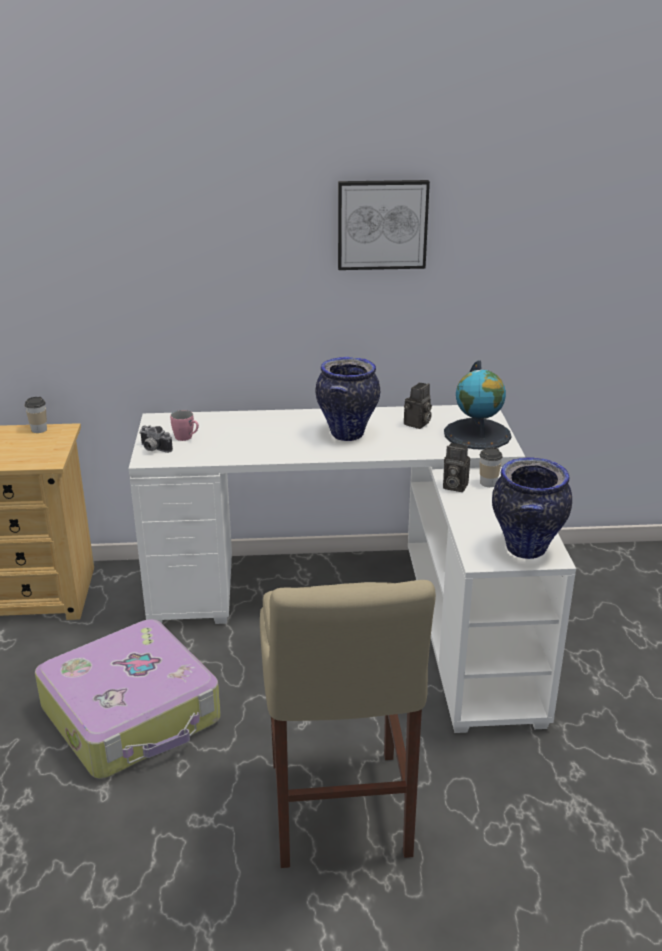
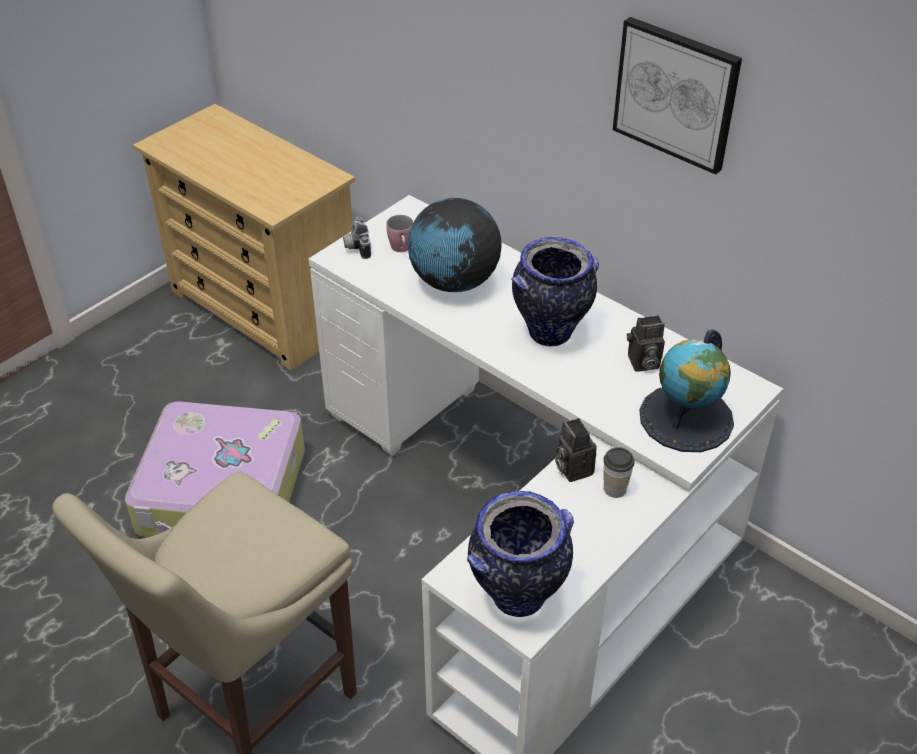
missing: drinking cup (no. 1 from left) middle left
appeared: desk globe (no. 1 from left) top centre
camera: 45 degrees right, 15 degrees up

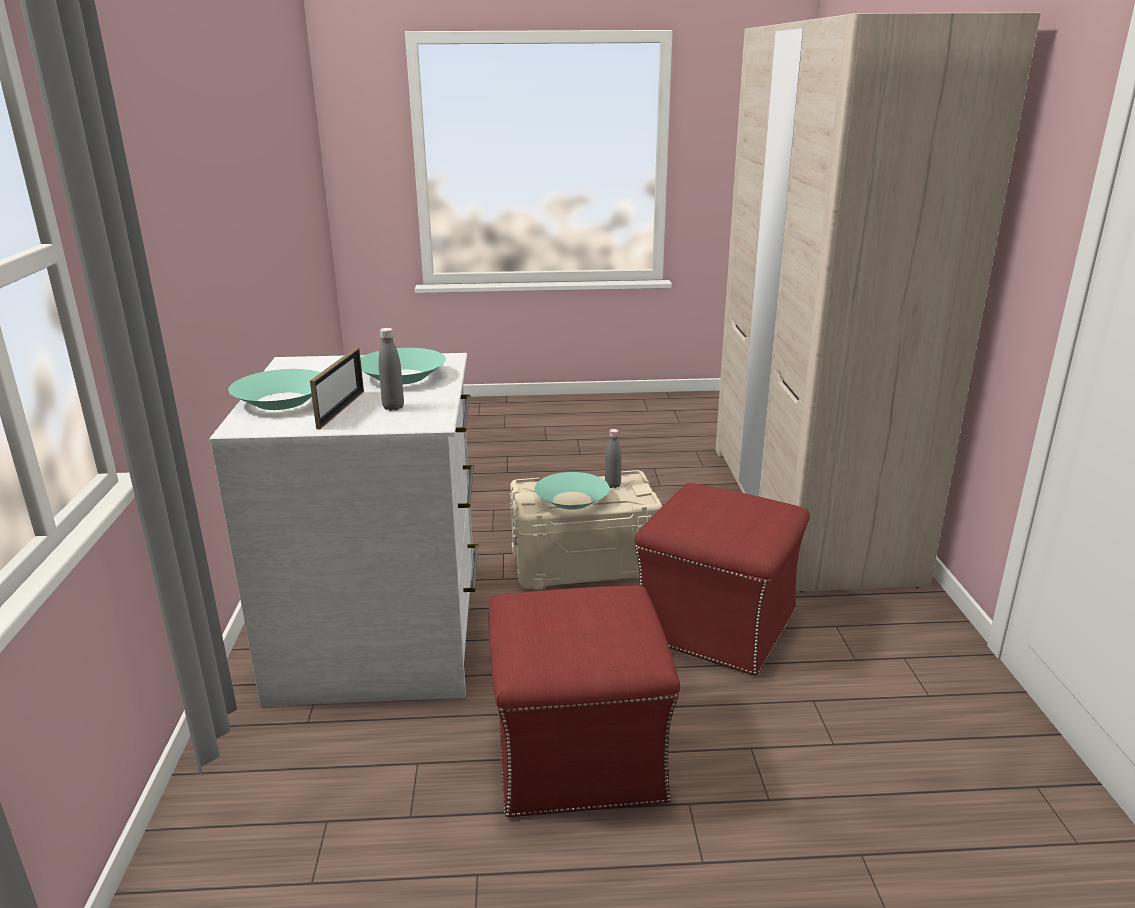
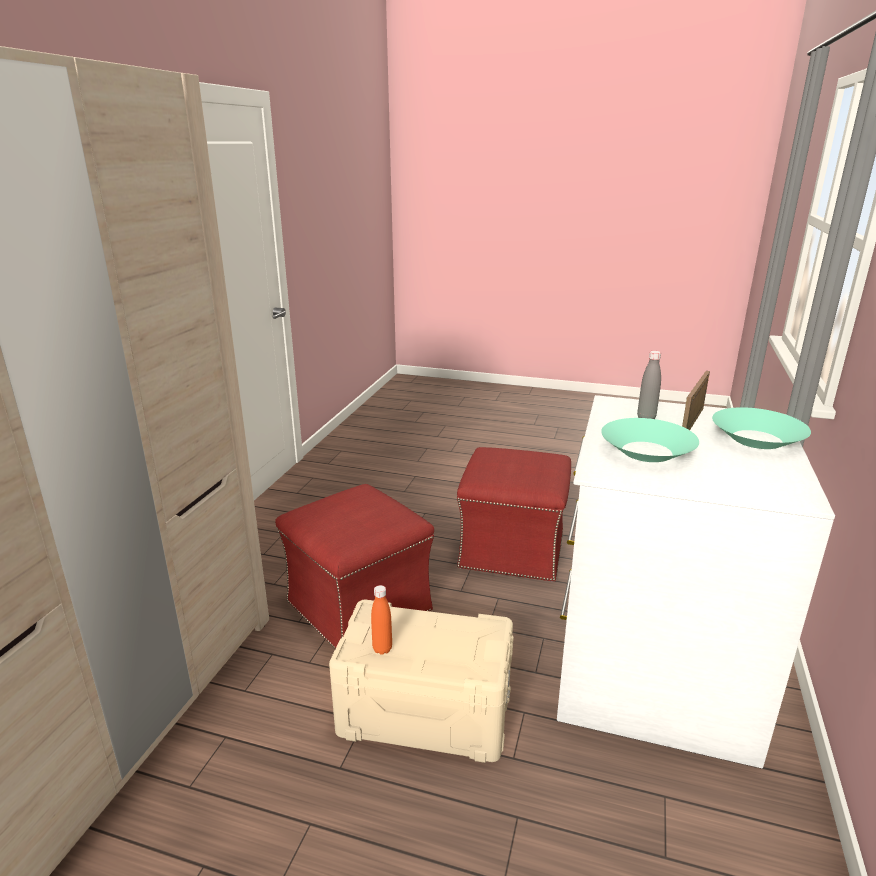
missing: turquoise-coloured deep dish (no. 3 from left) centre
colour: grey drink bottle (no. 2 from left) centre to orange-coloured drink bottle bottom centre
camera: 160 degrees left, 0 degrees up

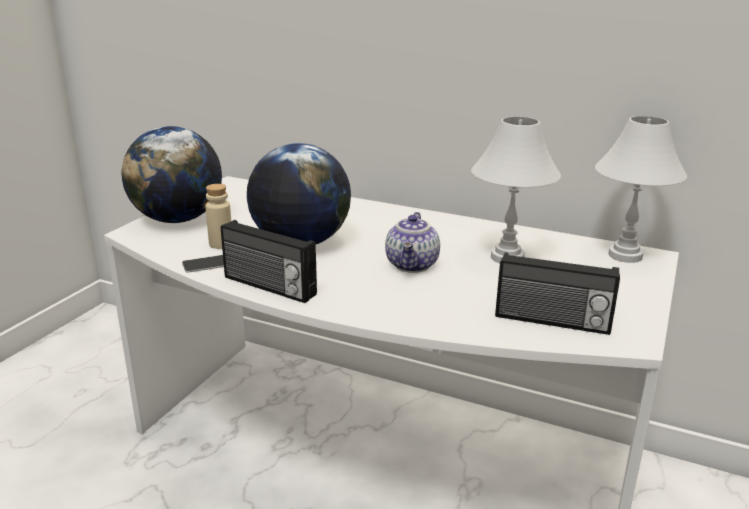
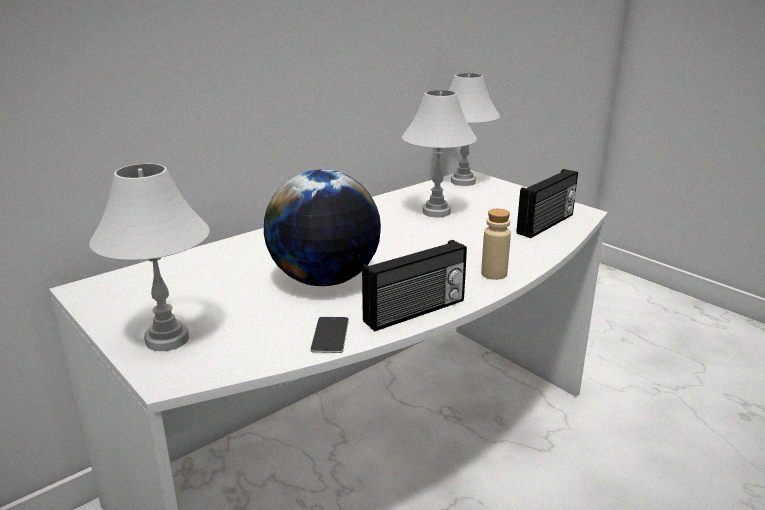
missing: pot for tea centre
relocated: beige-coloured drink bottle middle left to centre
exchanged: desk globe (no. 1 from left) middle left to whitish table lamp (no. 1 from left) middle left
camera: 65 degrees left, 0 degrees up

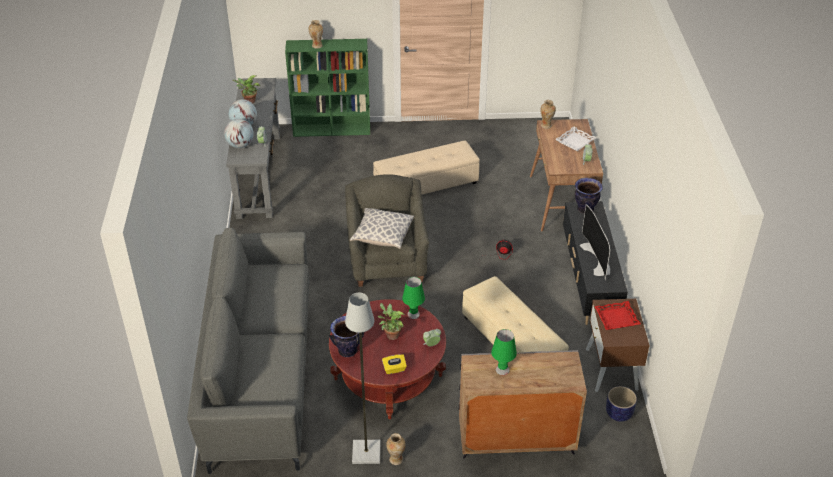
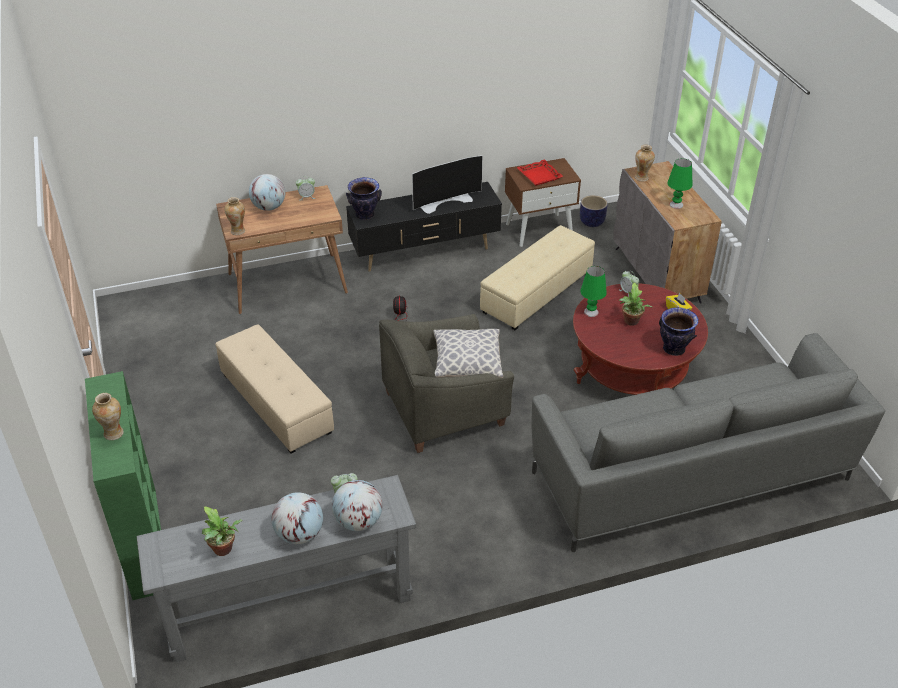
missing: grey standing lamp bottom centre
relocated: flower vase (no. 3 from left in the first image) bottom centre to flower vase (no. 4 from left) top right
exchanged: whitish carrying tray top right to desk globe (no. 1 from left) top left
camera: 105 degrees left, 0 degrees up

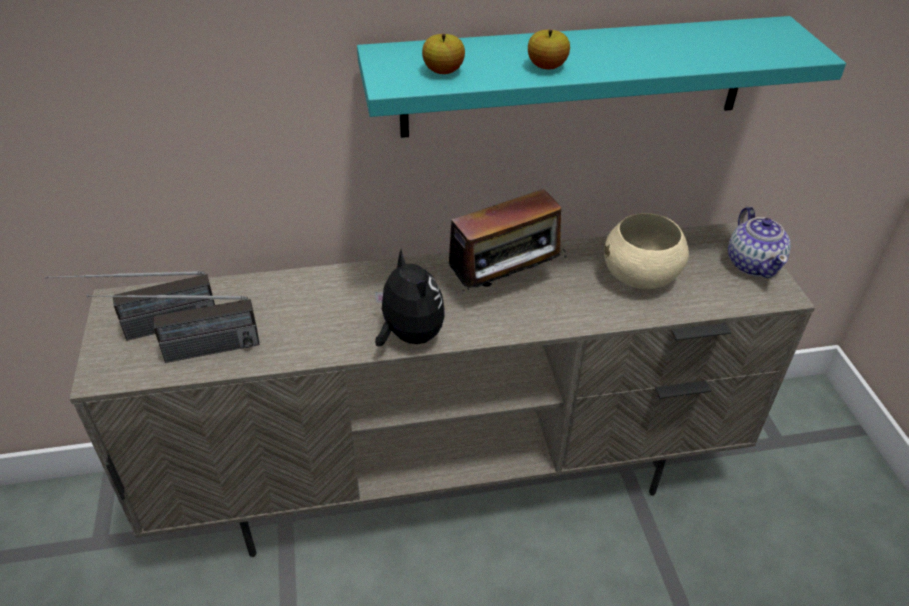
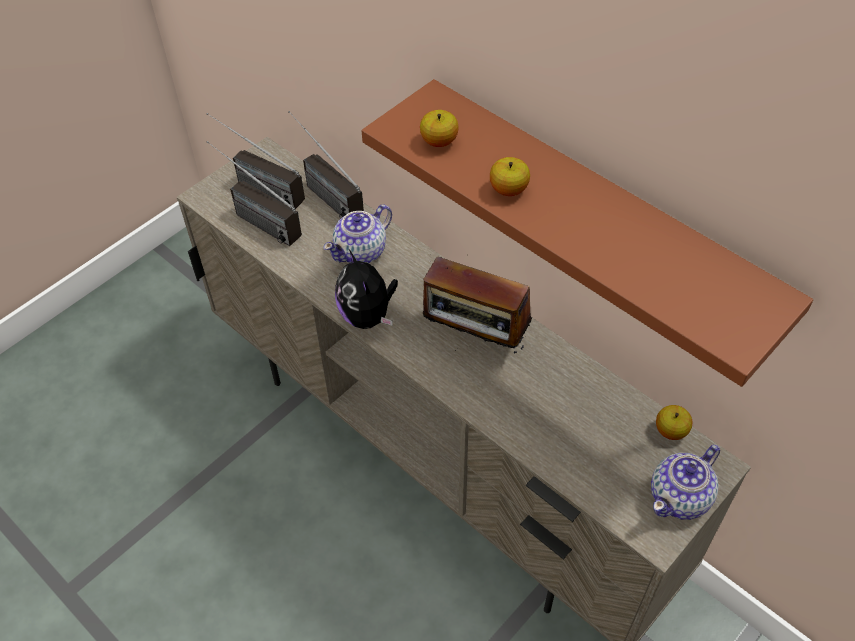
missing: beige-coloured deep dish middle right
appeared: radio receiver (no. 3 from left) top centre; pot for tea (no. 1 from left) centre; apple fruit (no. 3 from left) middle right
colour: turquoise-coloured wall shelf top centre to brownish wall shelf middle right
spun: plush toy centre = centre 135 degrees clockwise
camera: 55 degrees right, 10 degrees up

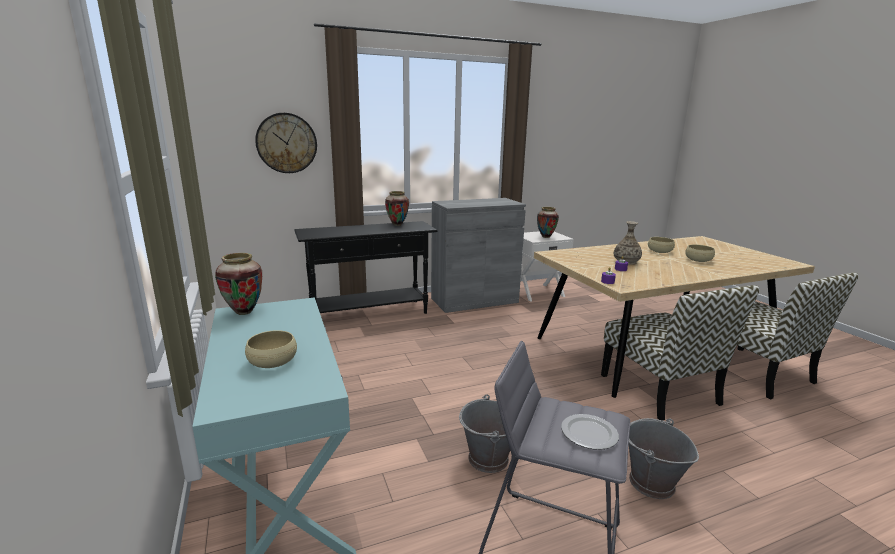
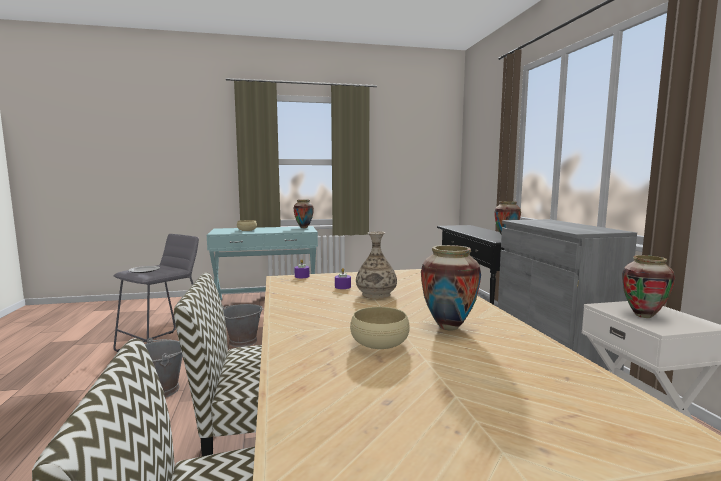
missing: hanging clock top left
exchanged: beige-coloured deep dish (no. 2 from left) middle right to flower vase (no. 3 from left) centre
camera: 100 degrees right, 10 degrees down

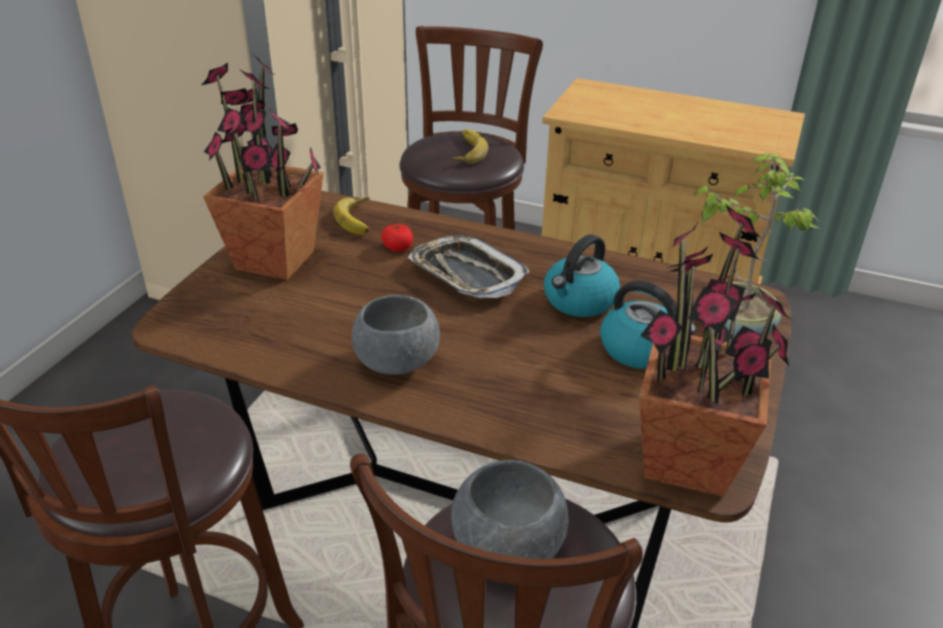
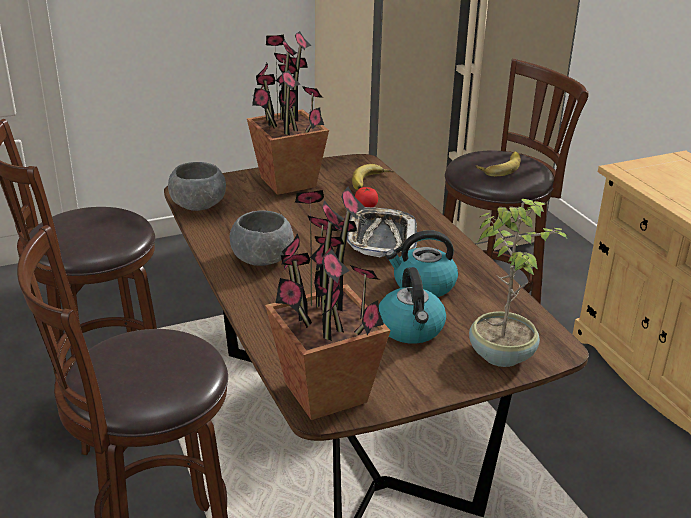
relocated: grey deep dish (no. 2 from left in the first image) bottom centre to grey deep dish (no. 1 from left) middle left
camera: 45 degrees right, 5 degrees down

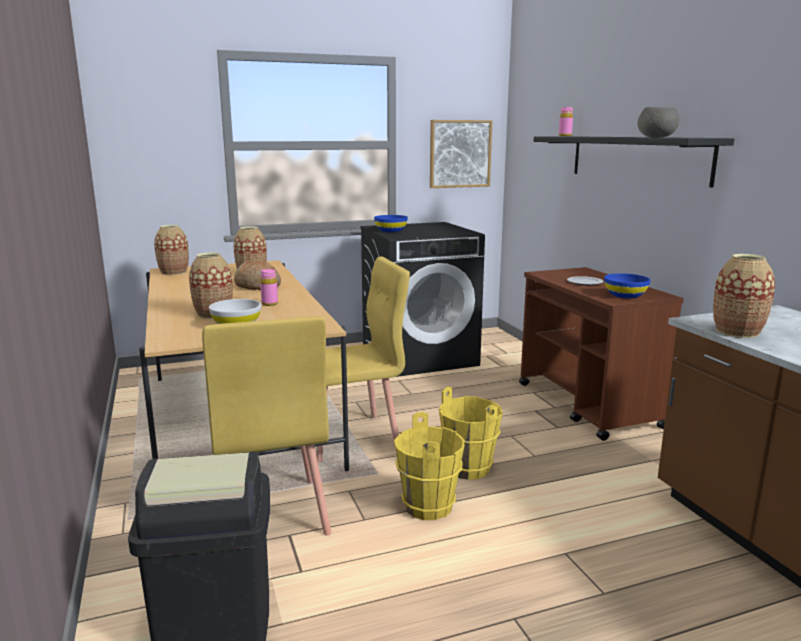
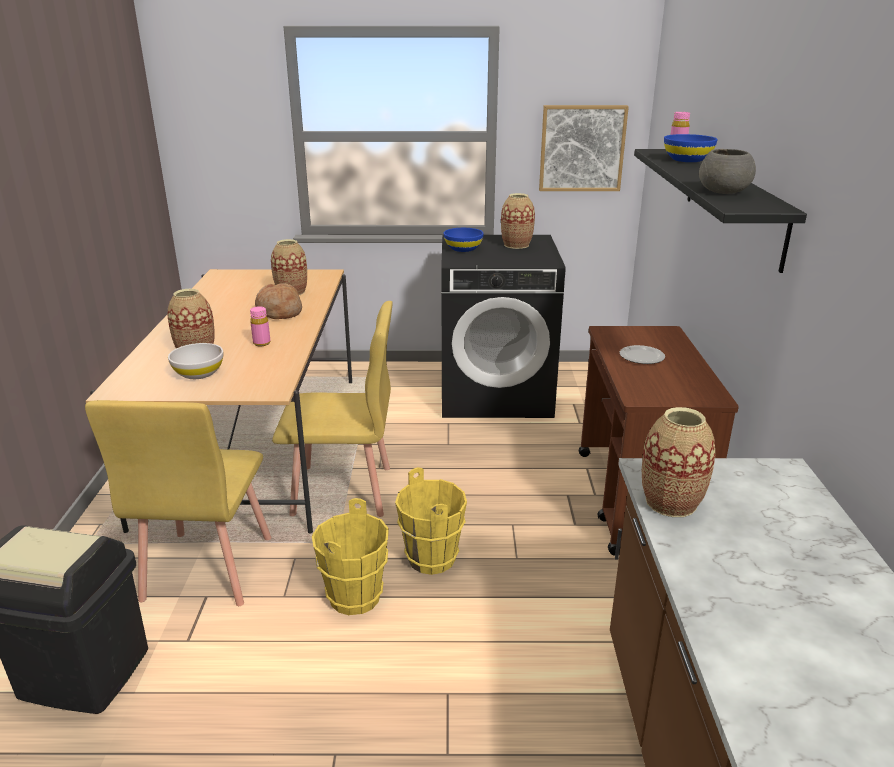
relocated: flower vase (no. 1 from left in the first image) middle left to flower vase (no. 3 from left) top centre; blue-coloured deep dish (no. 2 from left) middle right to top right
camera: 20 degrees right, 10 degrees up

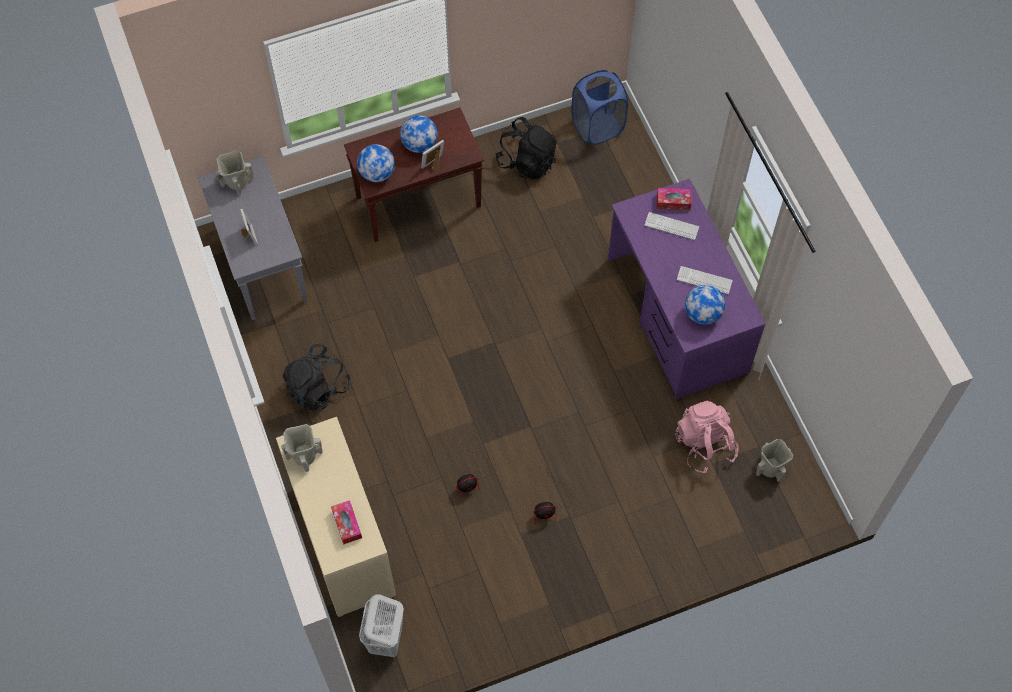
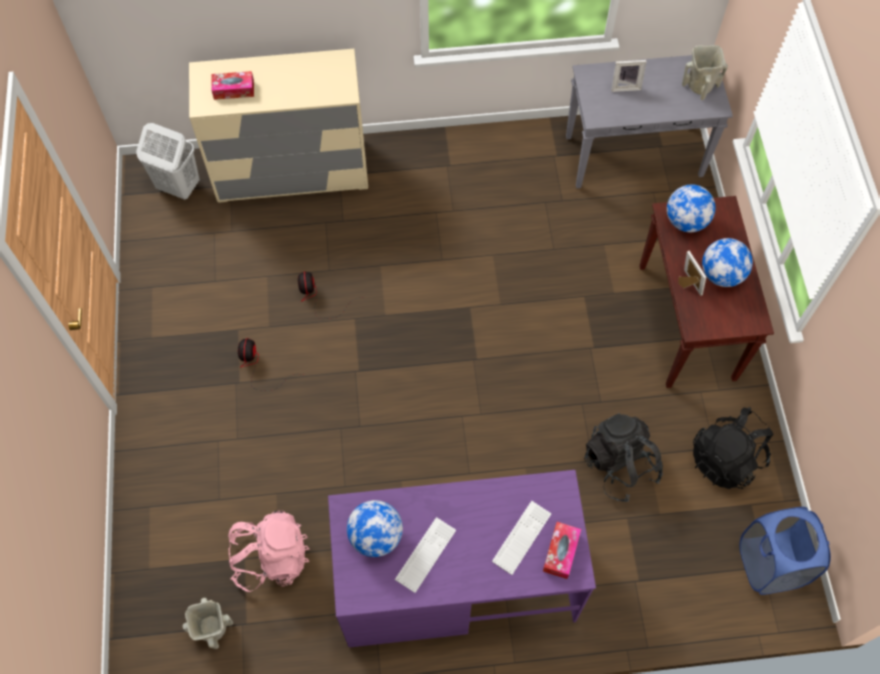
missing: beige-coloured flower vase (no. 2 from left) middle left
relocated: black-coloured rucksack (no. 1 from left) middle left to bottom right
camera: 105 degrees right, 0 degrees up

